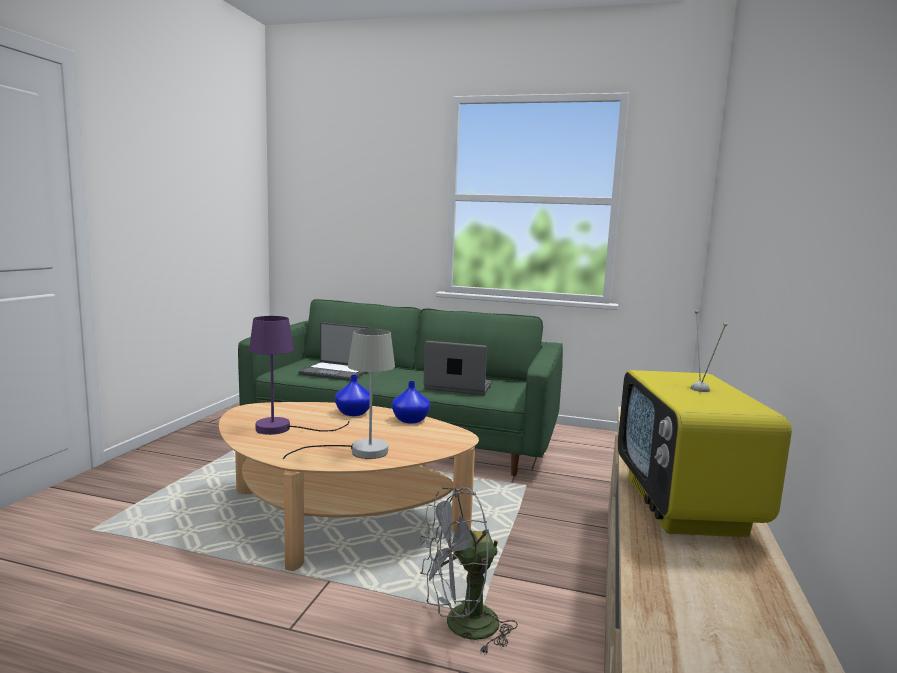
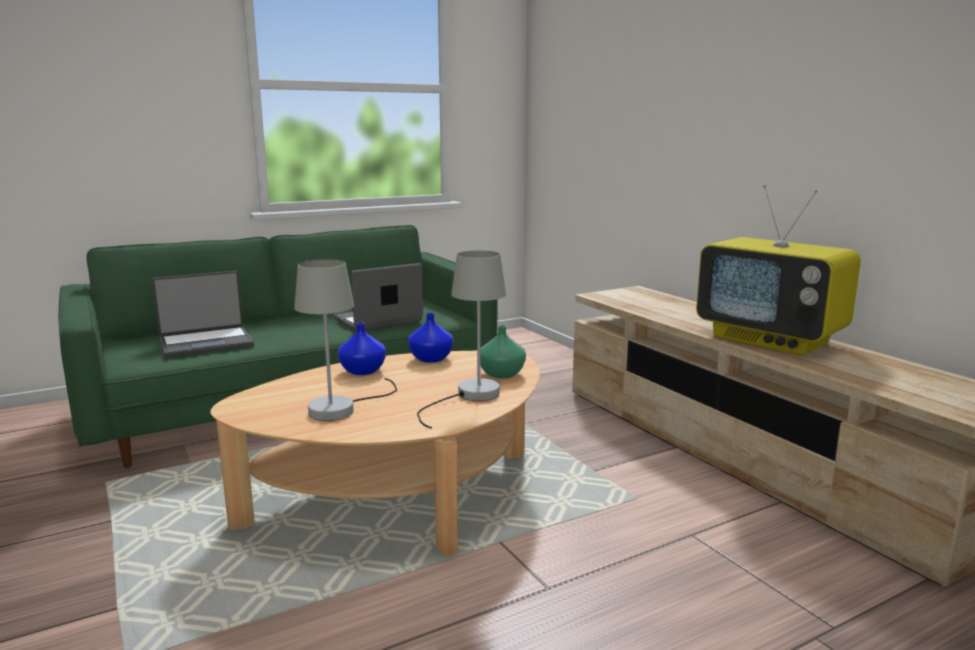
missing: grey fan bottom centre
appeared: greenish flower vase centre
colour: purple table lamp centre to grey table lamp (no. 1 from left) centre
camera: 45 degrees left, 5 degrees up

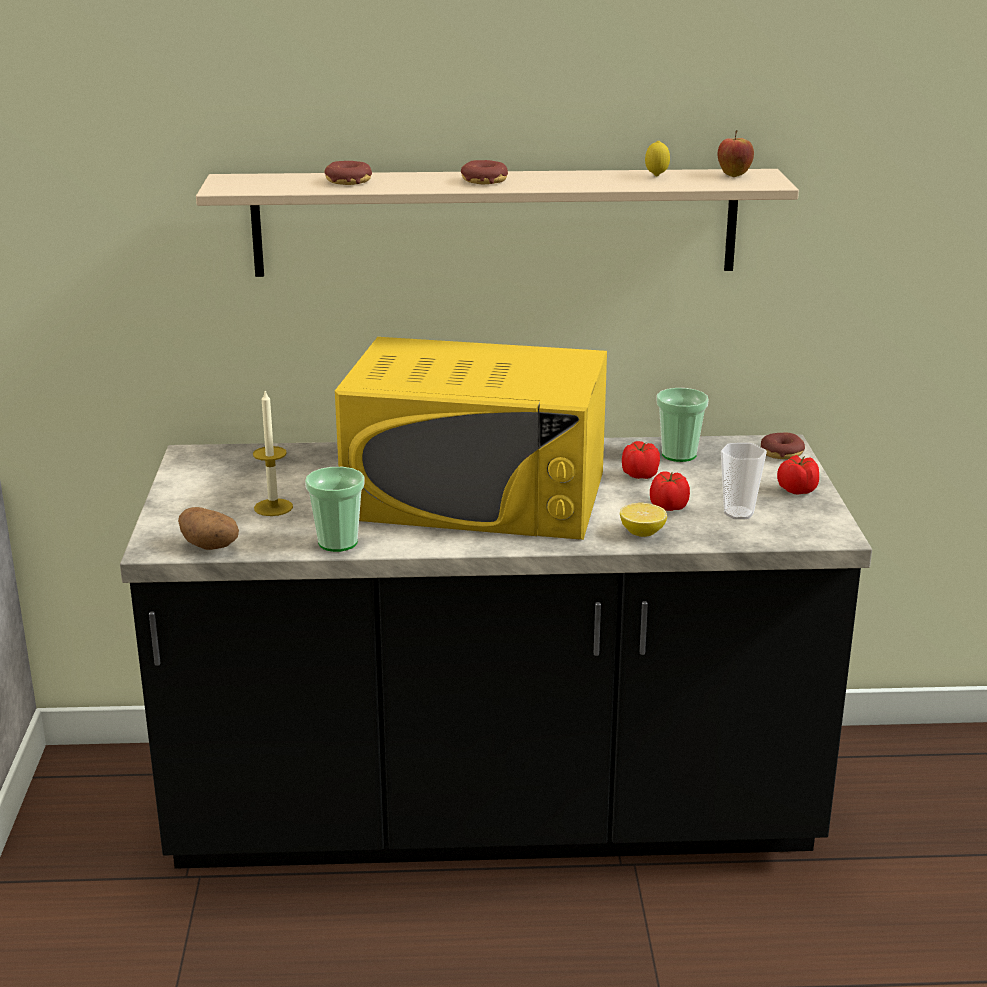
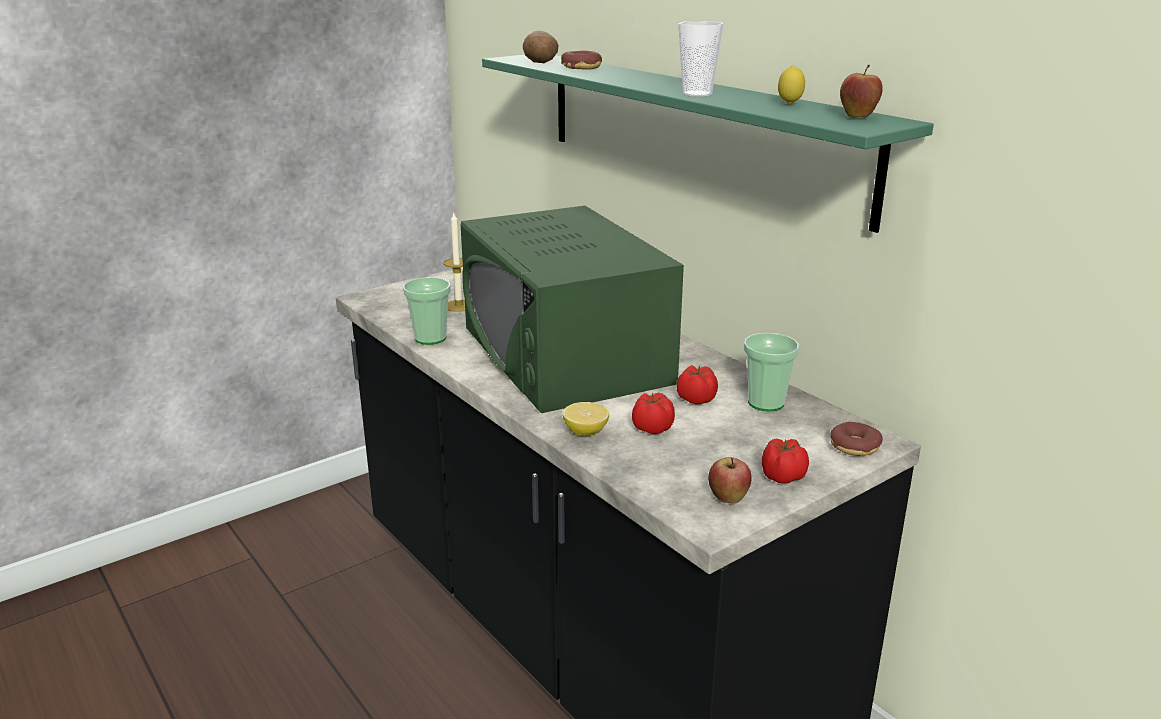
missing: donut (no. 2 from left) top centre
appeared: apple fruit (no. 1 from left) bottom centre
relocated: spud middle left to top centre; drinking cup (no. 3 from left in the first image) middle right to drinking cup (no. 2 from left) top centre
colour: beige-coloured wall shelf top centre to greenish wall shelf top centre; yellow microwave centre to greenish microwave centre
camera: 55 degrees right, 0 degrees up

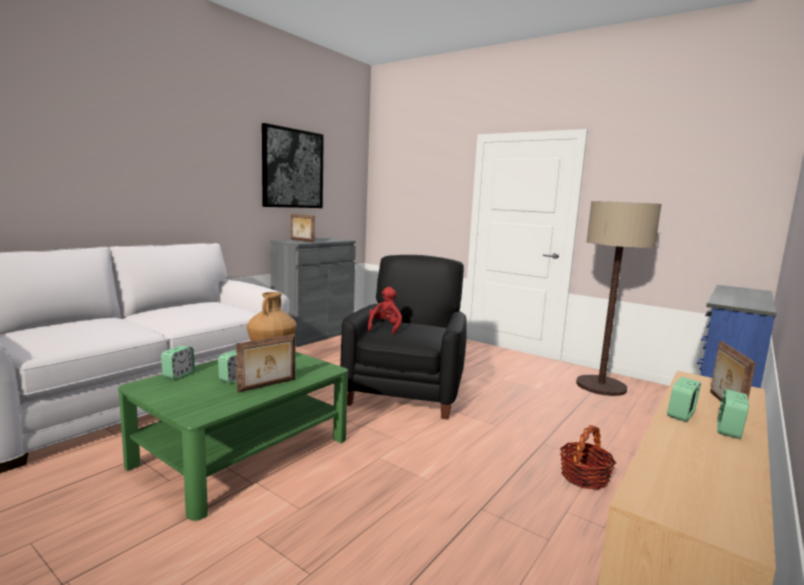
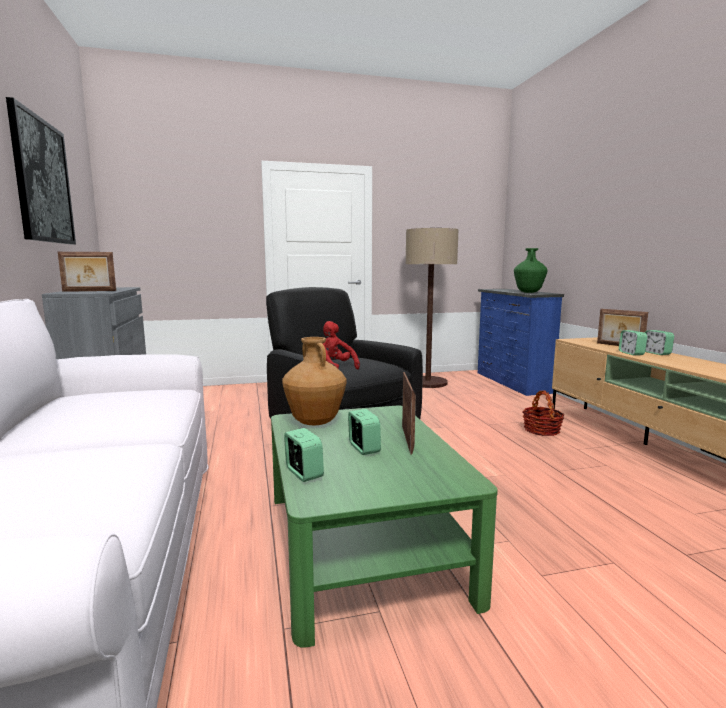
appeared: greenish flower vase middle right
camera: 50 degrees left, 0 degrees up

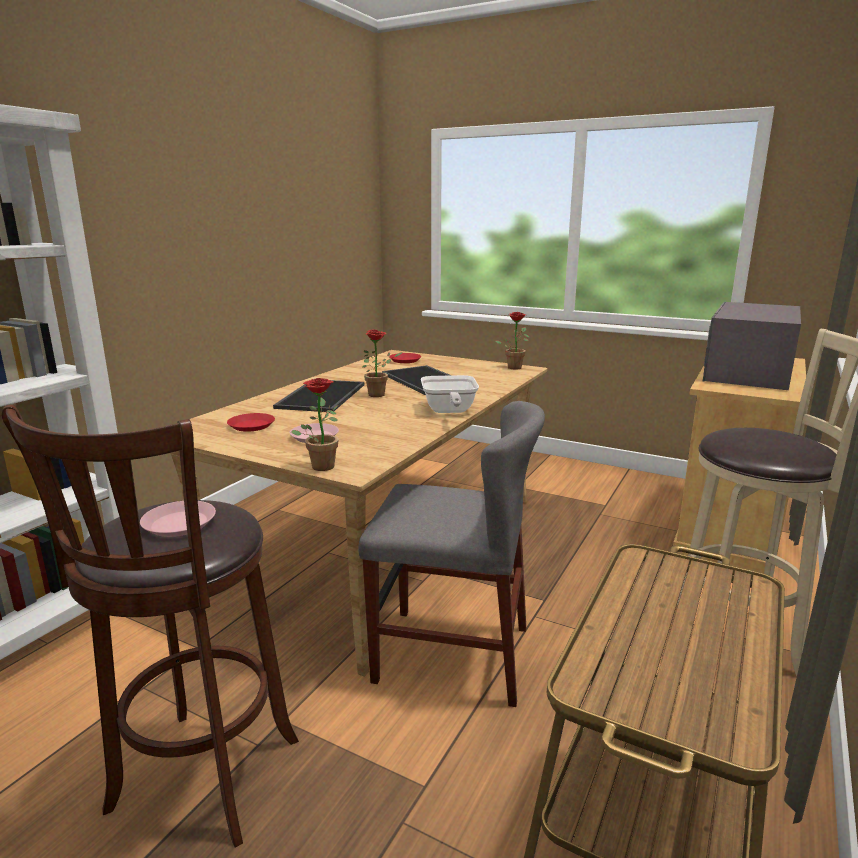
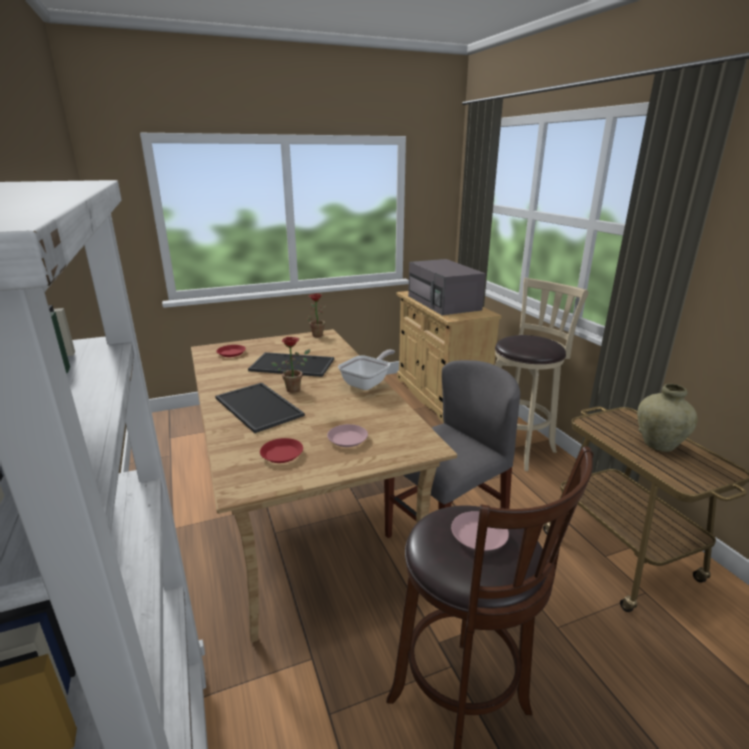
missing: houseplant (no. 1 from left) centre
appeared: beige-coloured flower vase middle right
spun: skillet centre = centre 90 degrees counterclockwise
camera: 50 degrees left, 5 degrees up

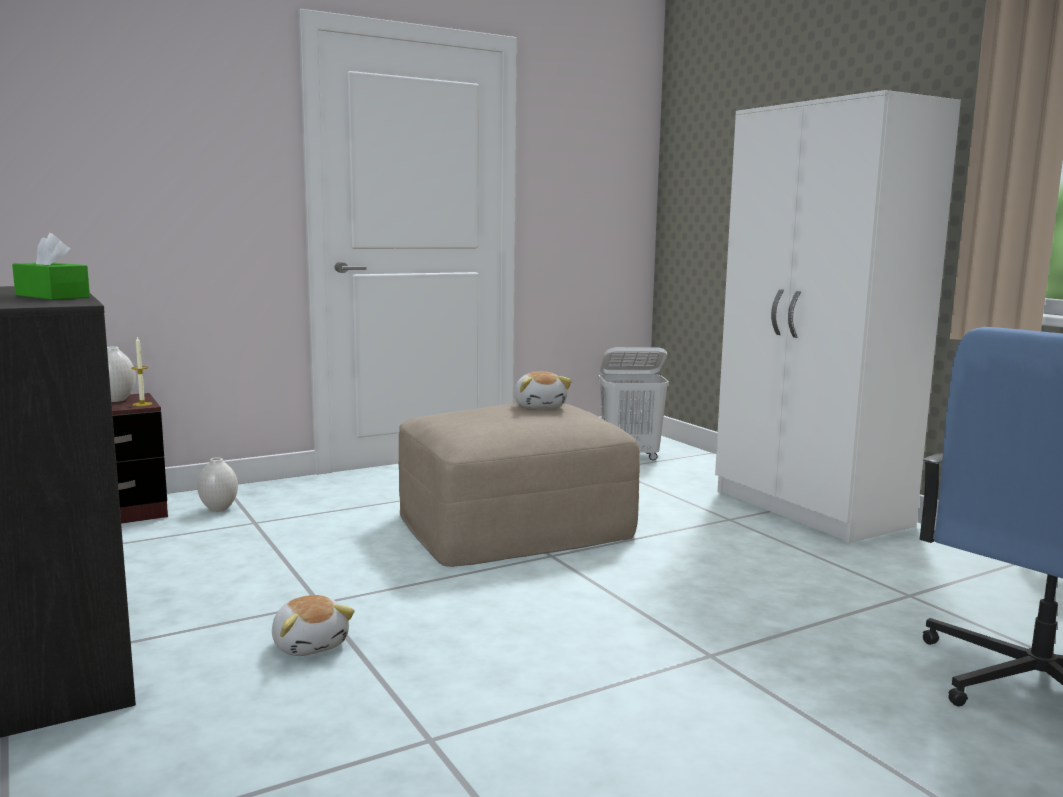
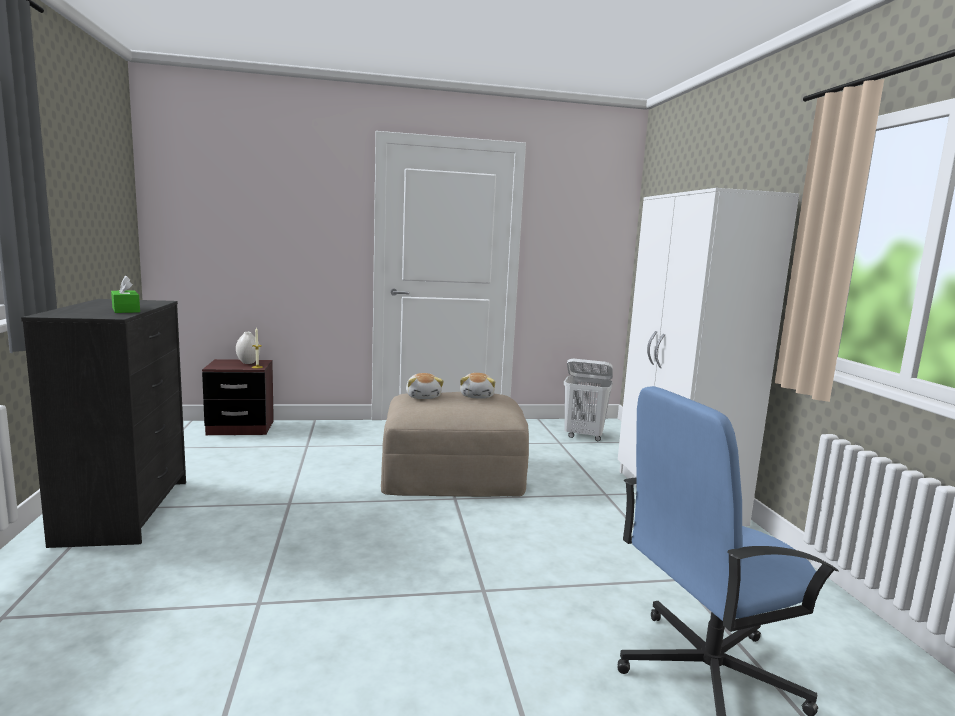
missing: whitish flower vase (no. 2 from left) middle left
relocated: plush toy (no. 1 from left) bottom left to centre
camera: 20 degrees right, 0 degrees up

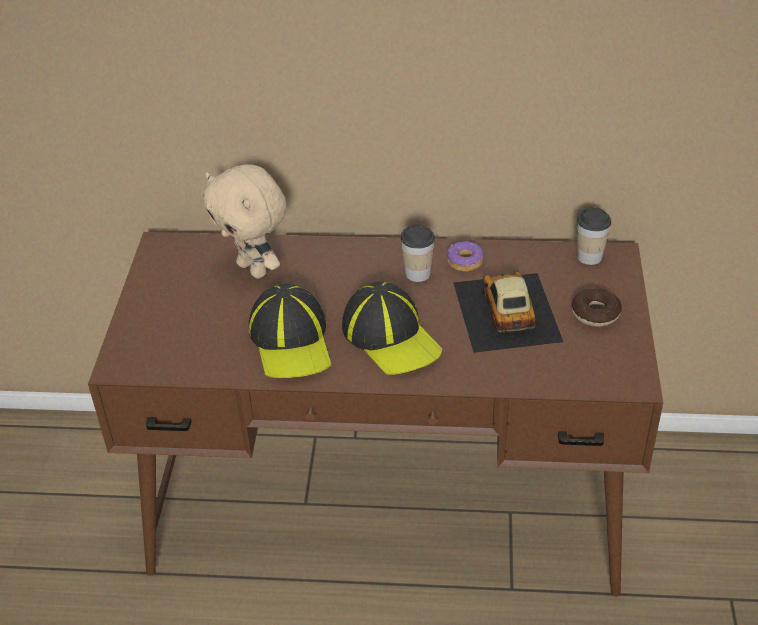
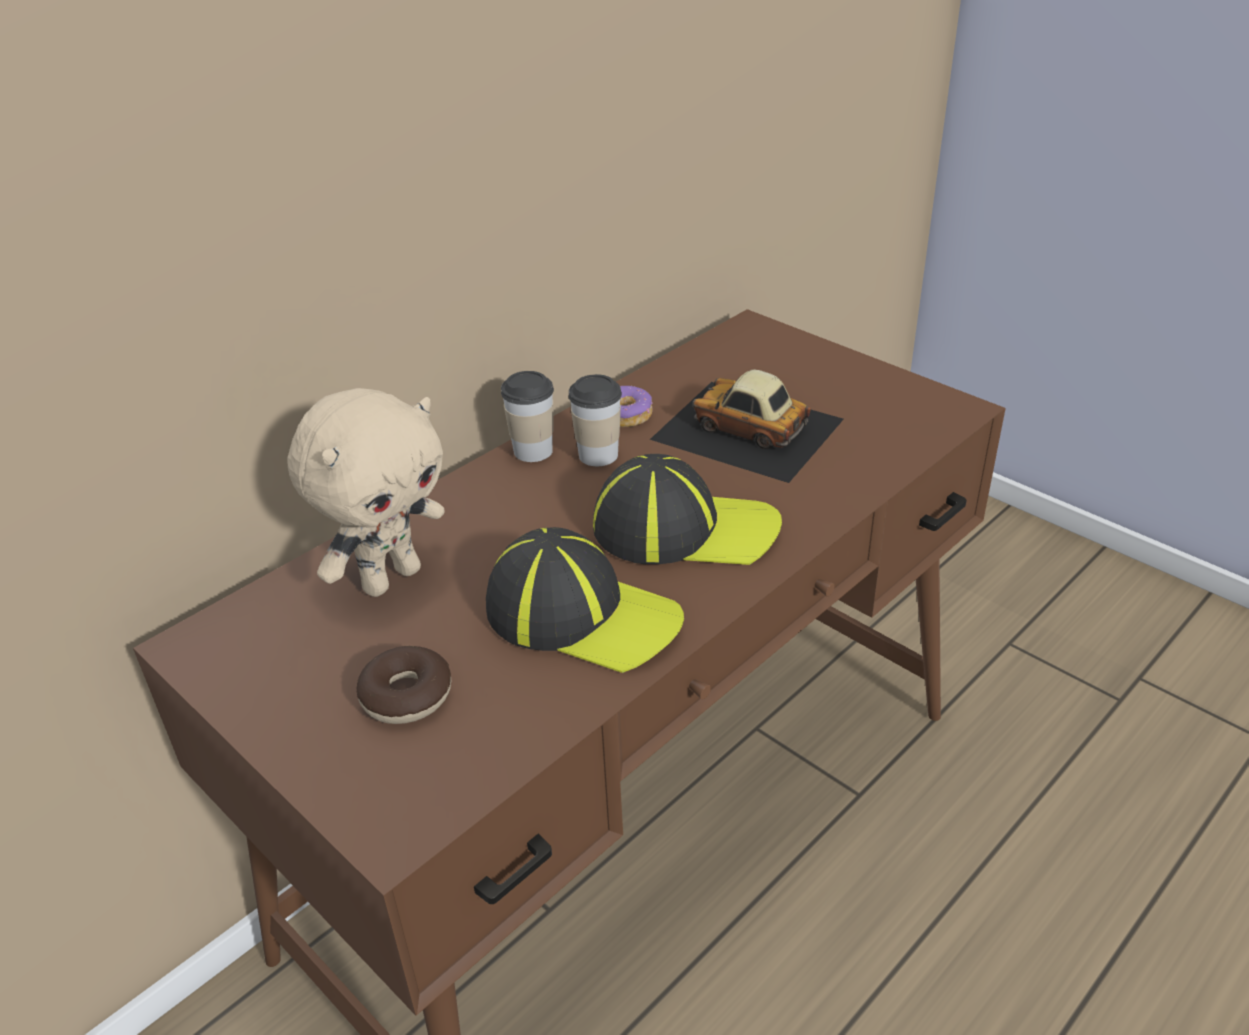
relocated: donut (no. 2 from left in the first image) middle right to donut (no. 1 from left) middle left; drinking cup (no. 2 from left in the first image) middle right to drinking cup (no. 1 from left) centre
spun: beige-coloured plush toy middle left = middle left 45 degrees counterclockwise
camera: 50 degrees left, 5 degrees down

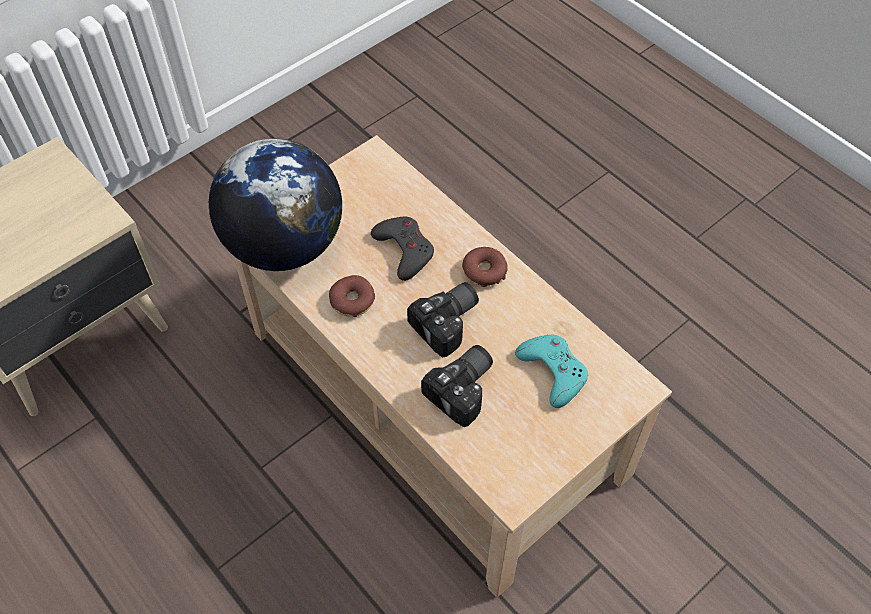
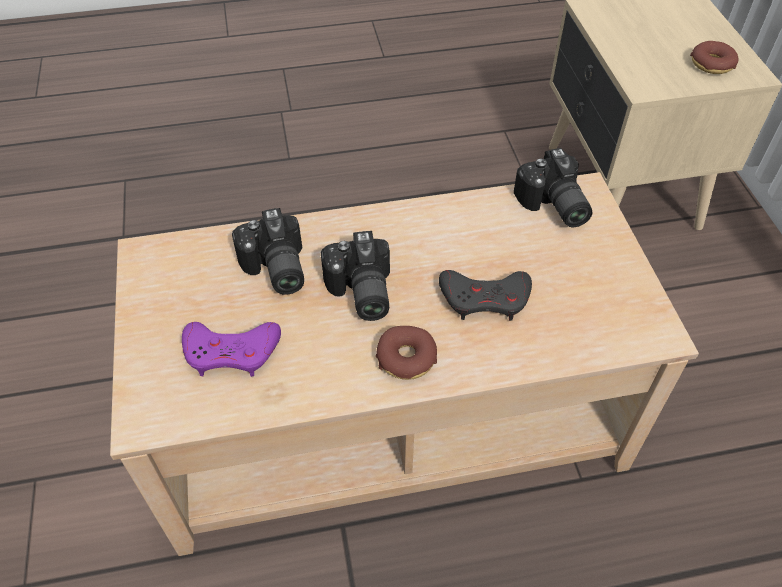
relocated: donut (no. 1 from left in the first image) centre to donut (no. 2 from left) top right
exchanged: desk globe top left to photo camera (no. 3 from left) top right
colour: turquoise-coloured gamepad centre to purple gamepad middle left
camera: 120 degrees right, 5 degrees down

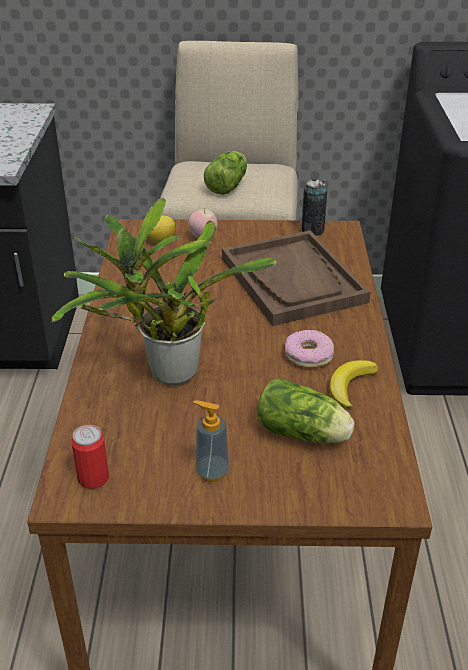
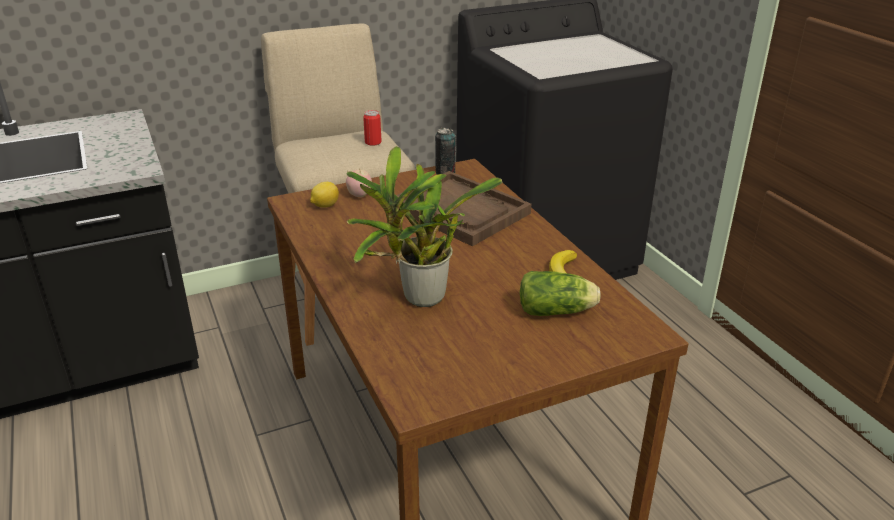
missing: liquid soap bottle centre; head of lettuce (no. 1 from left) top centre; donut centre
relocated: sealed can (no. 1 from left) bottom left to top centre
camera: 25 degrees left, 5 degrees down

